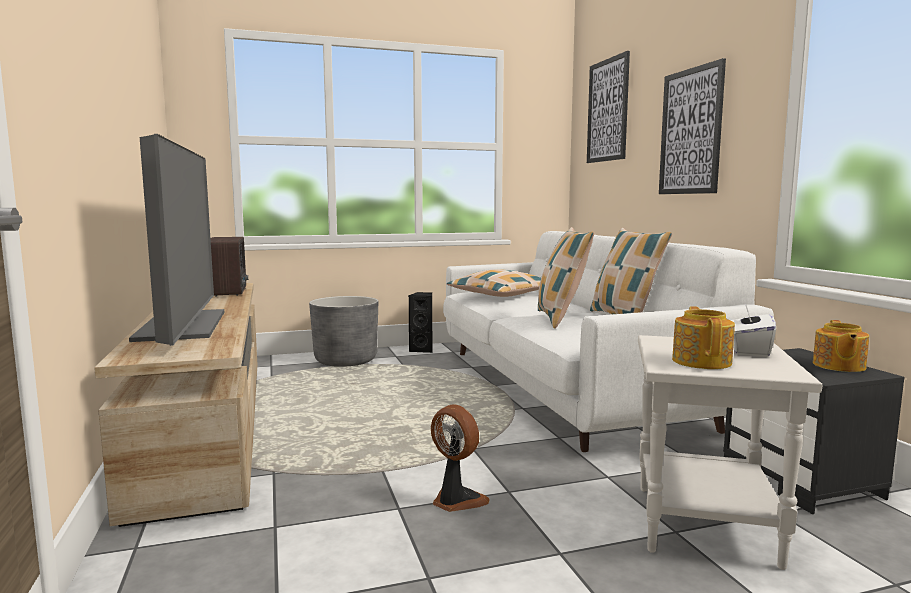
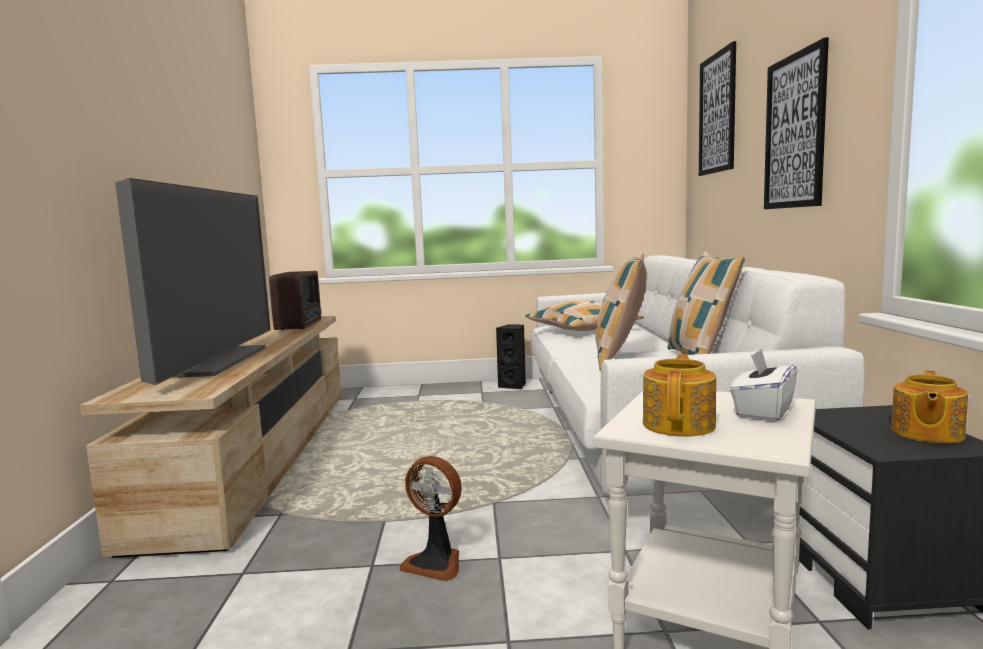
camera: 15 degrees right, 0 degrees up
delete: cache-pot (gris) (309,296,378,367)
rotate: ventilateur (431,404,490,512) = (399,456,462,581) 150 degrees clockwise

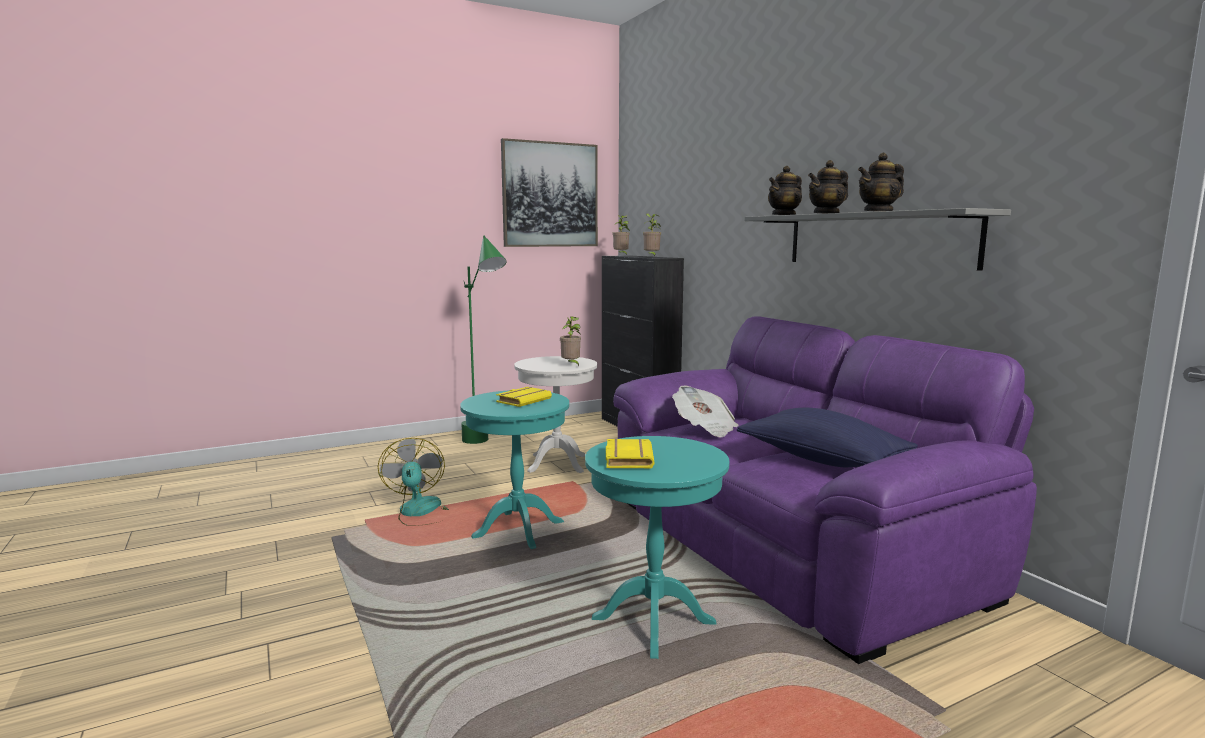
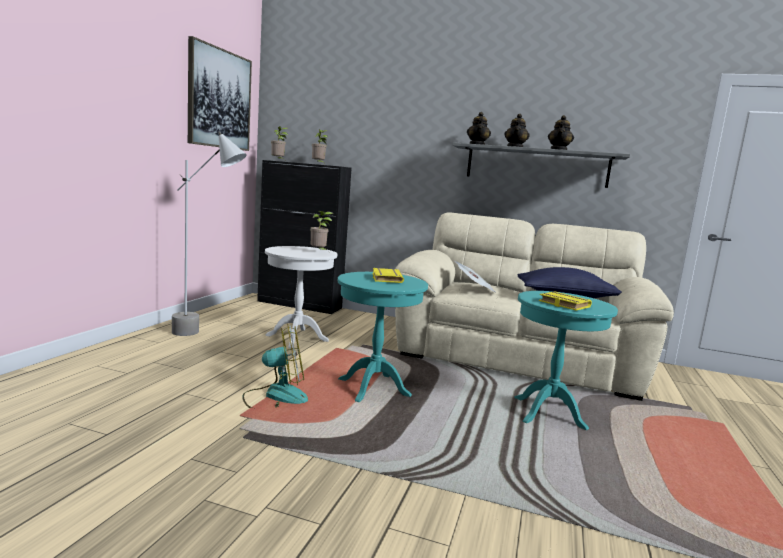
camera: 45 degrees left, 0 degrees up
recolor: lampadaire (vert) (462,236,506,444) to lampadaire (gris) (172,131,247,336); canapé (violet) (613,316,1037,664) to canapé (beige) (395,212,674,401)
rotate: ventilateur (378,438,449,526) = (242,324,308,408) 135 degrees clockwise

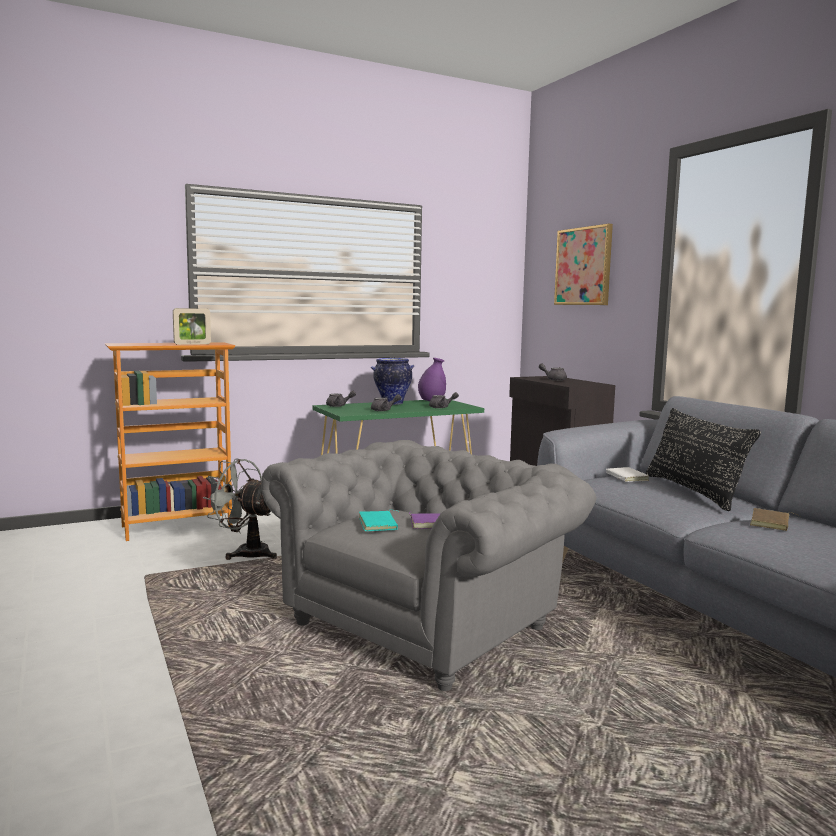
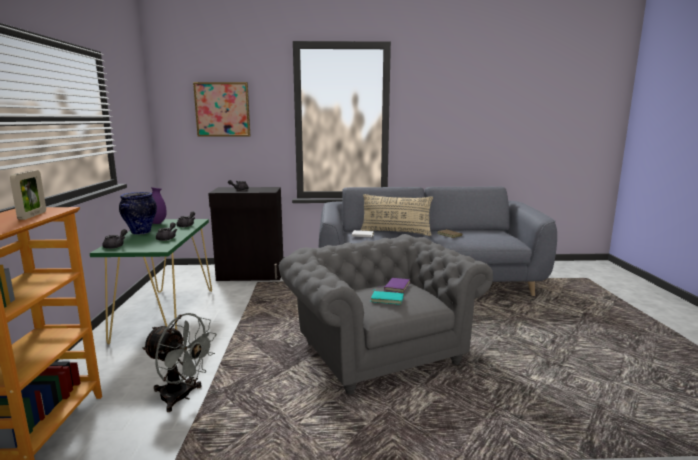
camera: 65 degrees left, 5 degrees up
recolor: coussin (noir) (646,408,761,511) to coussin (beige) (360,194,433,236)
rotate: ventilateur (gris) (203,459,277,560) = (142,313,217,412) 120 degrees counterclockwise

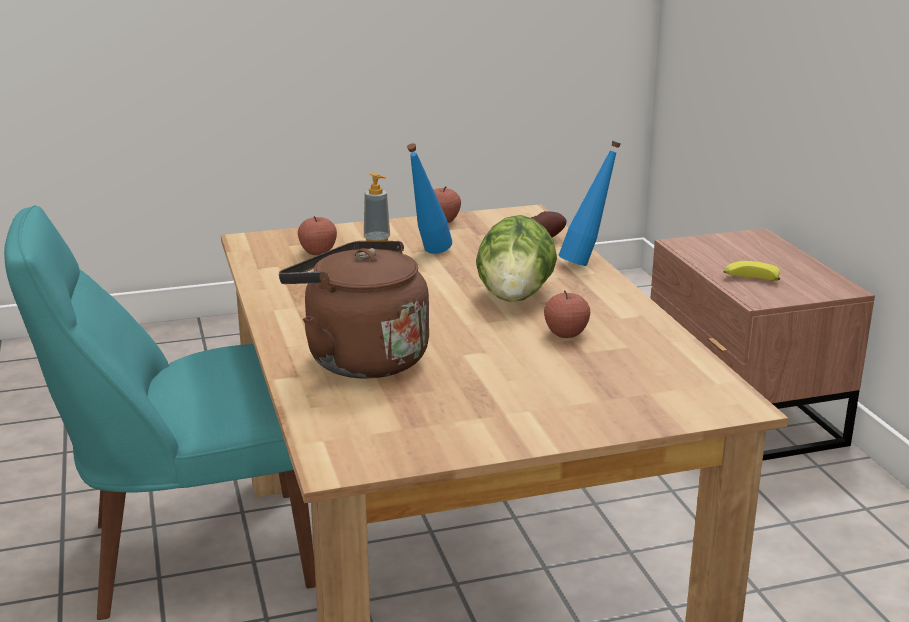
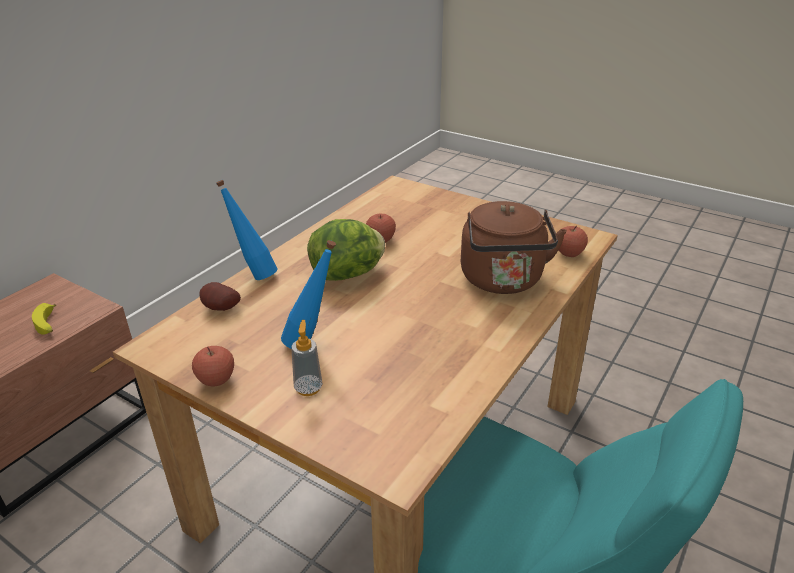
camera: 130 degrees left, 10 degrees up
move: pomme (298,216,337,255) to (559,226,588,257)

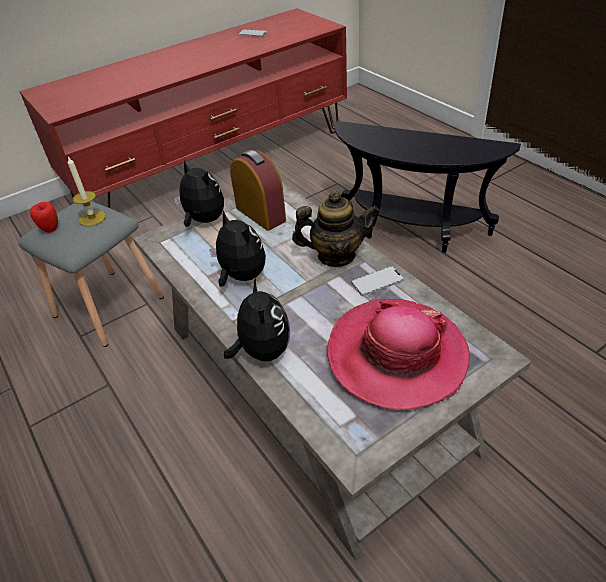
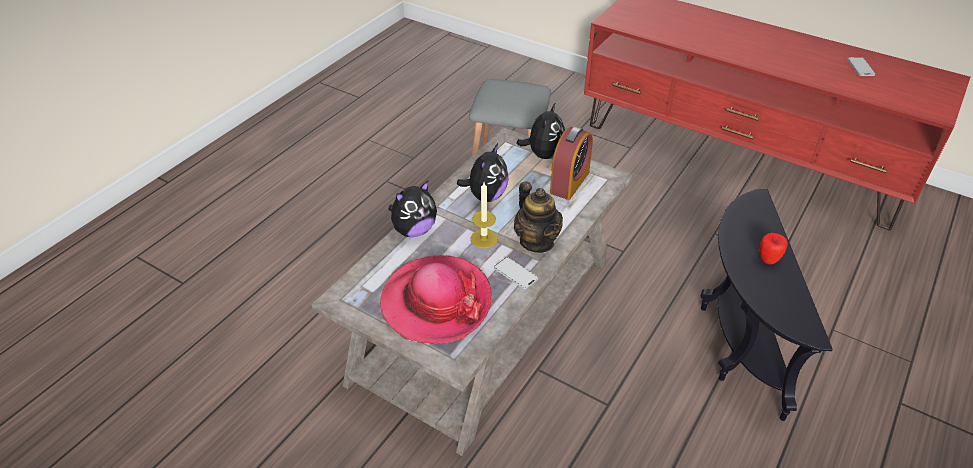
camera: 65 degrees right, 0 degrees up
move: bougie (68,156,106,226) to (470,182,498,248); pomme (30,202,58,233) to (760,233,788,264)

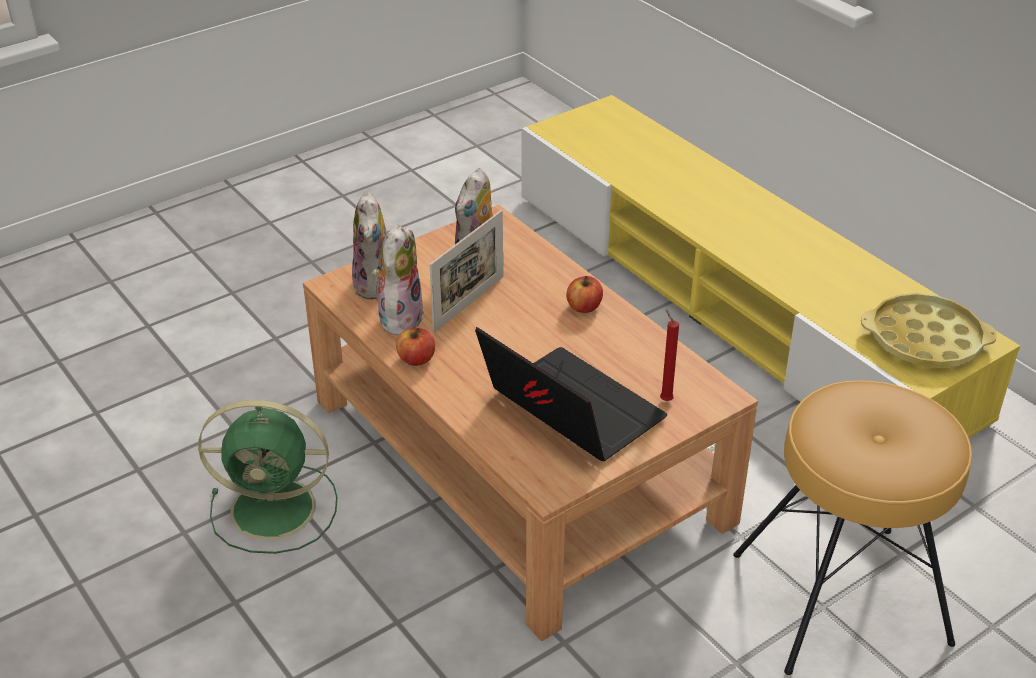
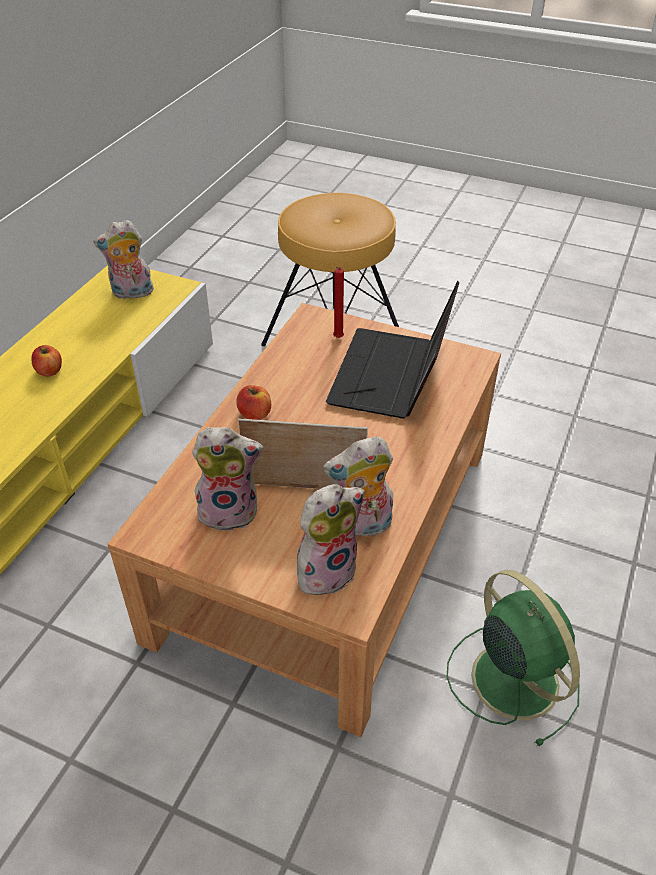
camera: 120 degrees left, 5 degrees up
move: pomme (396,328,435,366) to (31,345,62,377)
replace: plateau (jaune) (861,293,997,368) to peluche (93,220,154,299)

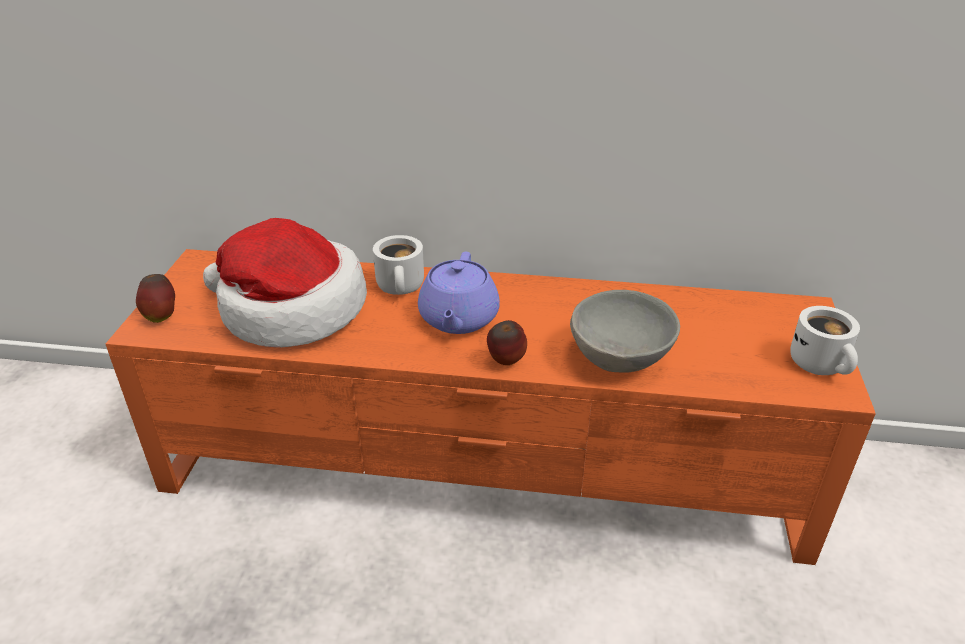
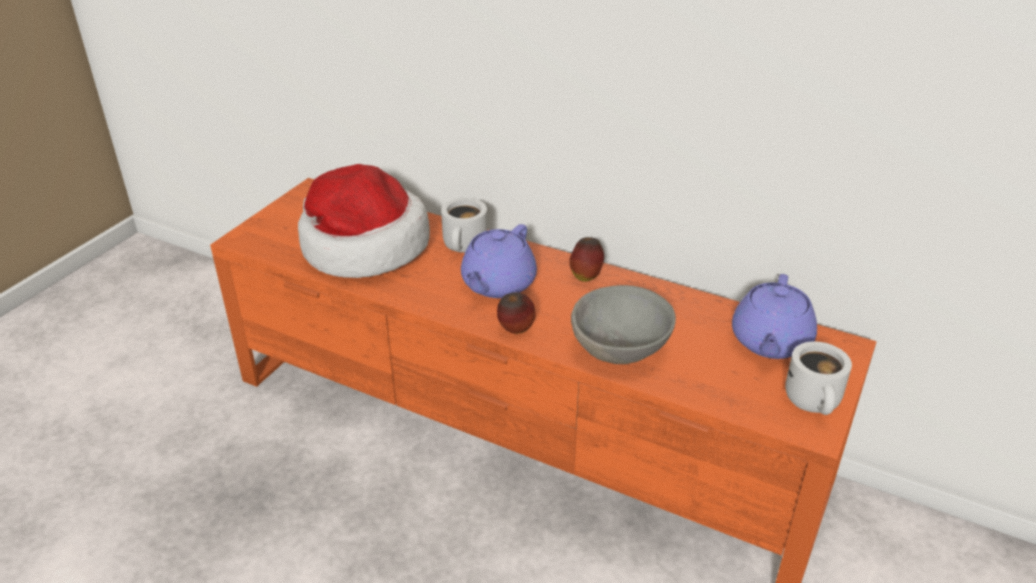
camera: 20 degrees right, 0 degrees up
insert: théière (violet) (732,274,817,359)
move: pomme (136,274,175,323) to (569,237,604,282)

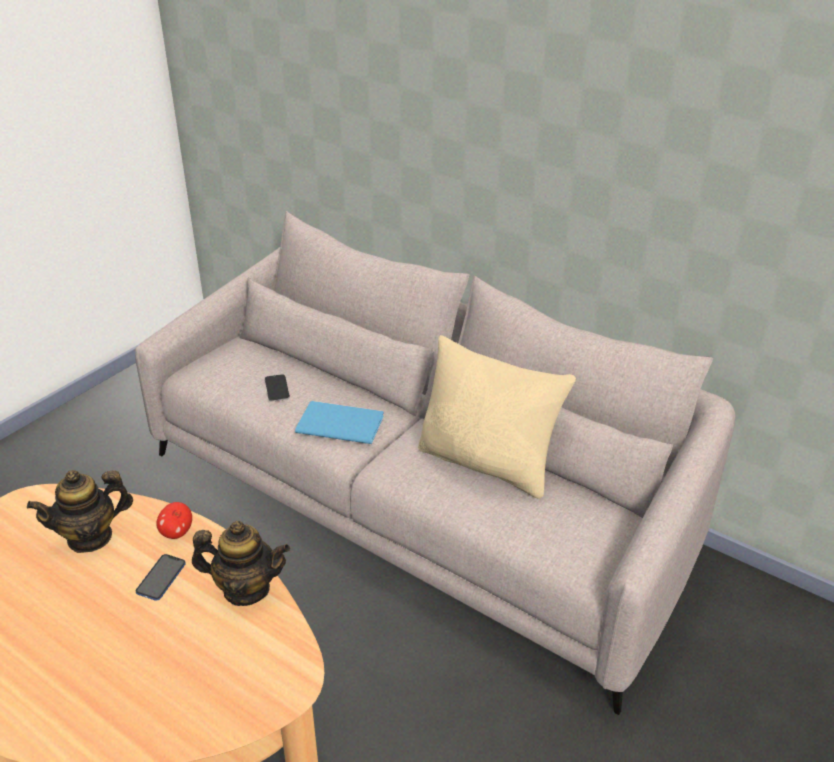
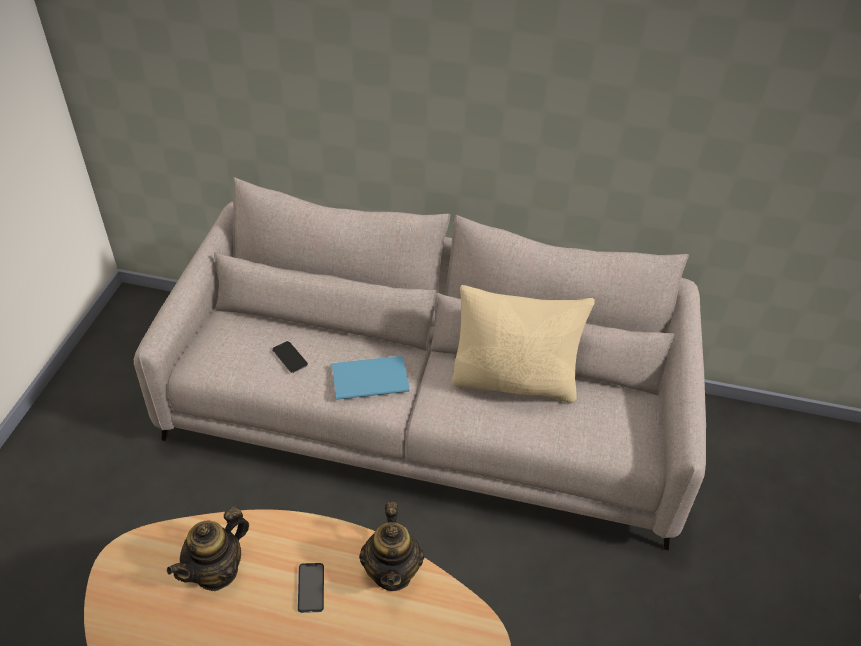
camera: 25 degrees left, 10 degrees up
delete: pomme (156,502,192,539)
rotate: théière (192,521,290,606) = (359,502,424,591) 105 degrees clockwise

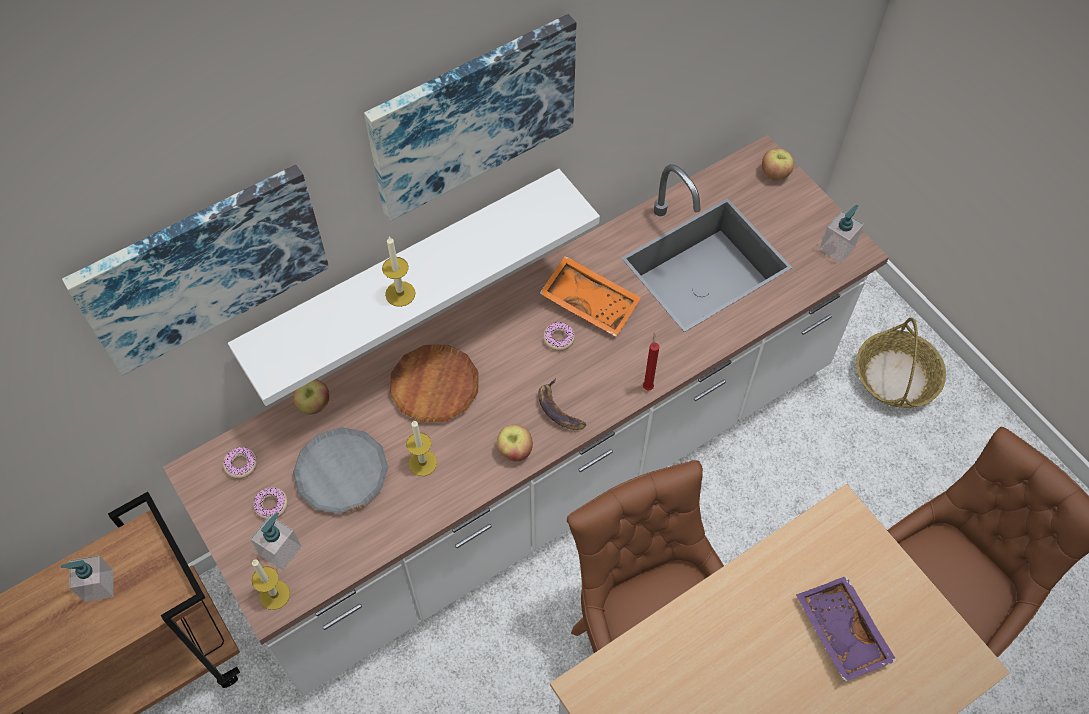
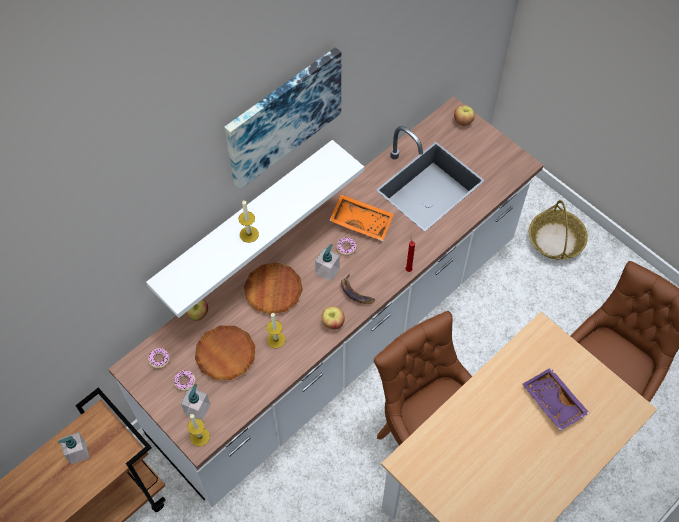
camera: 10 degrees left, 0 degrees up
delete: tableau (62,165,329,375)
move: distributeur de savon (820,205,864,263) to (315,244,340,282)
recolor: assiette (gris) (293,427,388,514) to assiette (marron) (195,326,255,380)

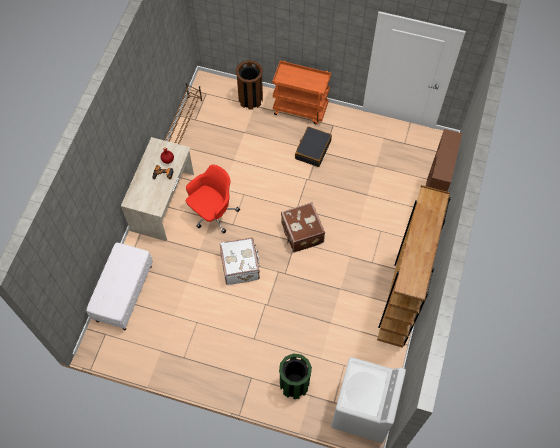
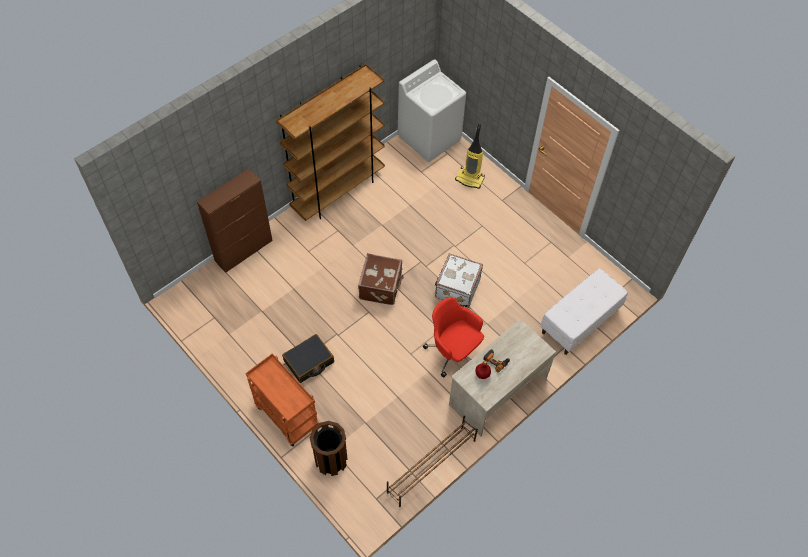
camera: 150 degrees left, 5 degrees down
replace: poubelle (vert) (279,353,312,399) to aspirateur (455,123,485,189)
rotate: chaise de bureau (rouge) (186,164,240,233) = (423,297,484,378) 60 degrees clockwise

